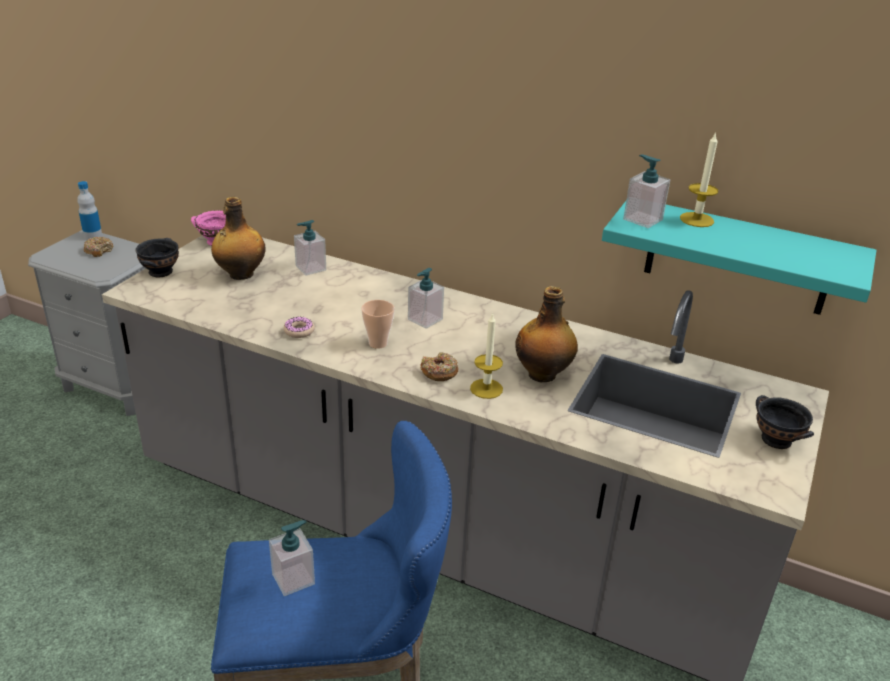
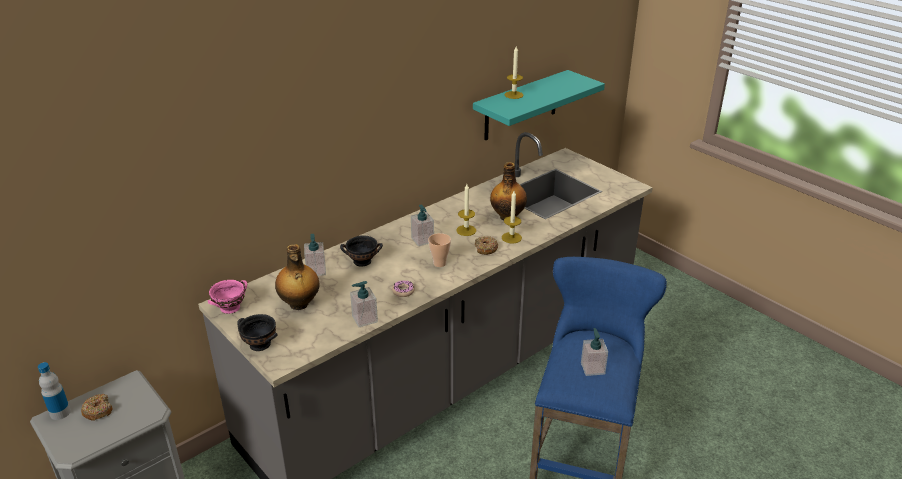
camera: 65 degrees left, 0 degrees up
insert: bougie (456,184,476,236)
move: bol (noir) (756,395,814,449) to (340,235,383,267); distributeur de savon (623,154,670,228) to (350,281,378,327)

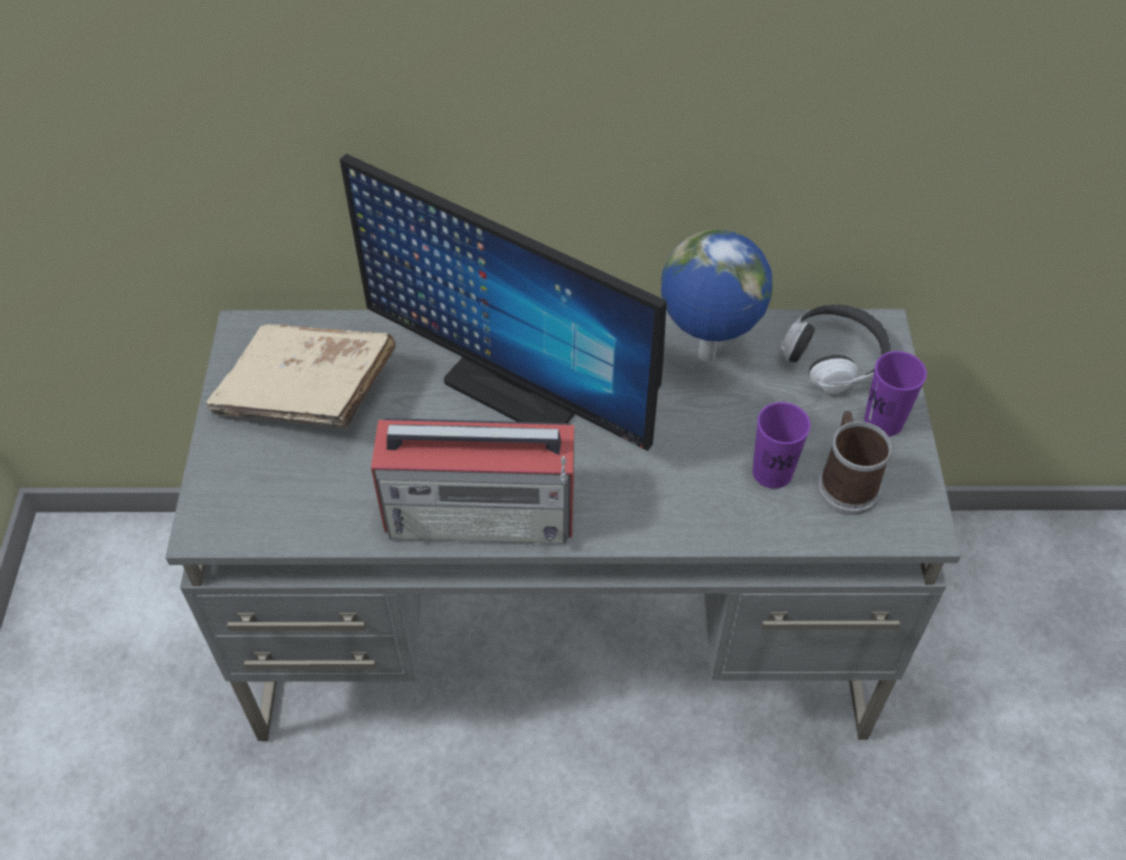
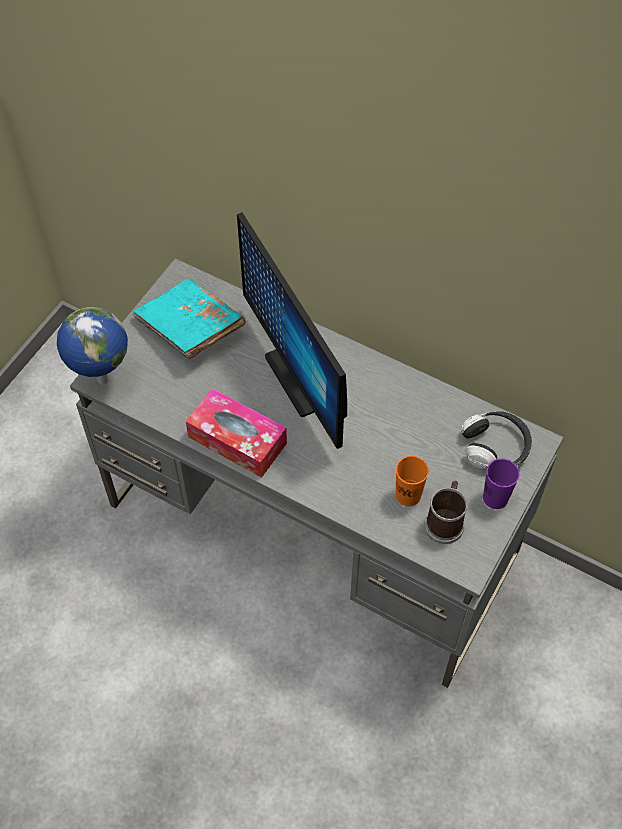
camera: 30 degrees right, 5 degrees up
move: globe (661,229,773,363) to (57,307,128,385)
replace: radio (371,418,575,544) to boîte à mouchoirs (186,388,287,478)
recolor: livre (beige) (206,324,396,428) to livre (turquoise) (132,279,246,360); tasse (violet) (752,402,811,489) to tasse (orange) (396,456,429,506)

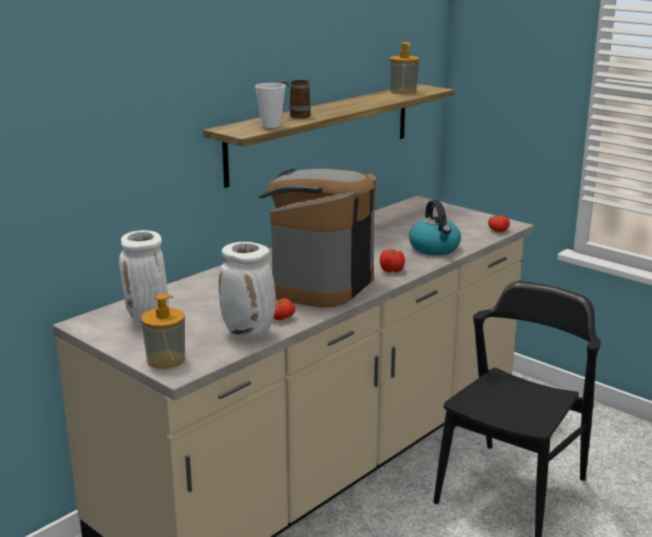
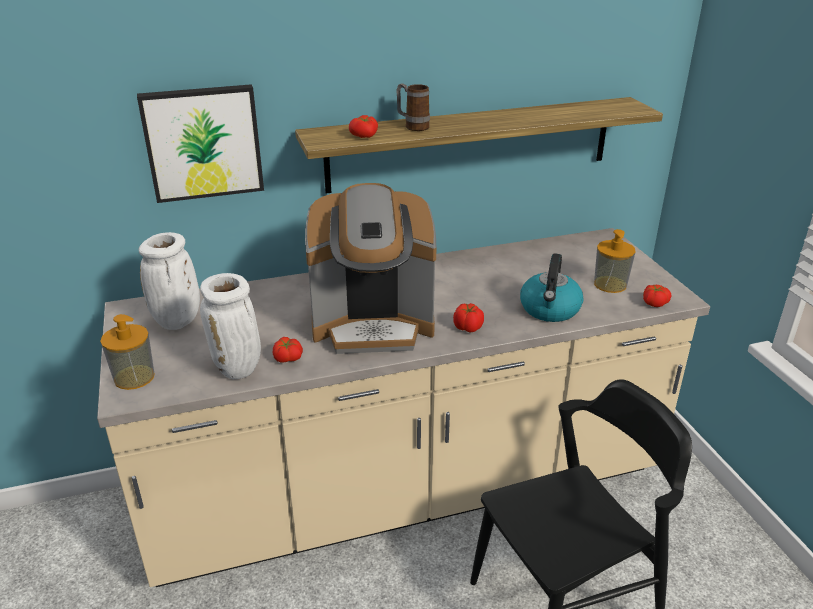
camera: 30 degrees right, 10 degrees up
insert: tableau (137,84,264,203)
move: distributeur de savon (390,42,419,94) to (594,229,636,293)
replace: tasse (255,83,286,128) to tomate (349,115,378,138)
rotate: machine à café (259,169,376,307) = (305,183,436,354) 150 degrees counterclockwise

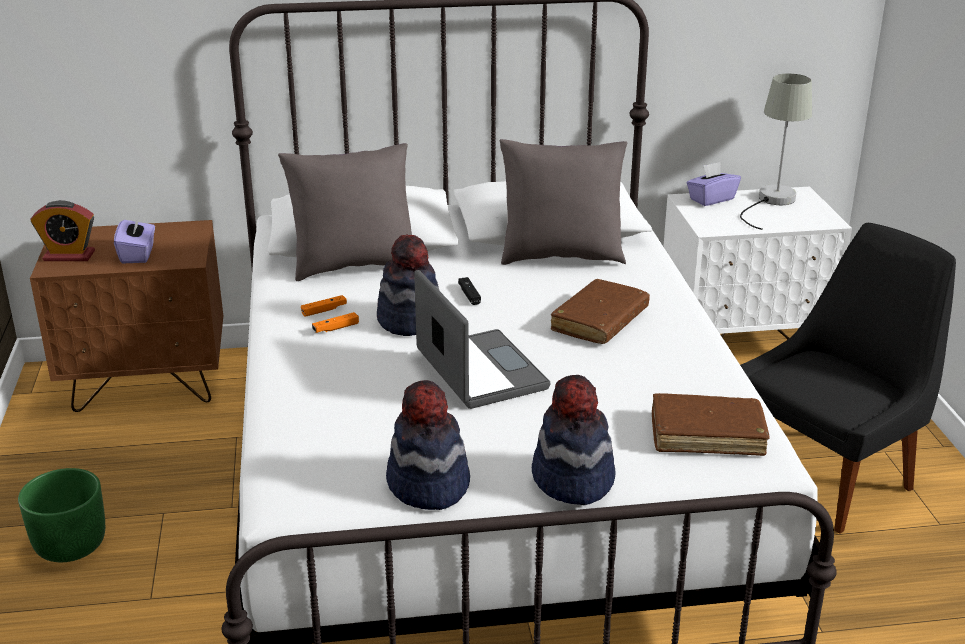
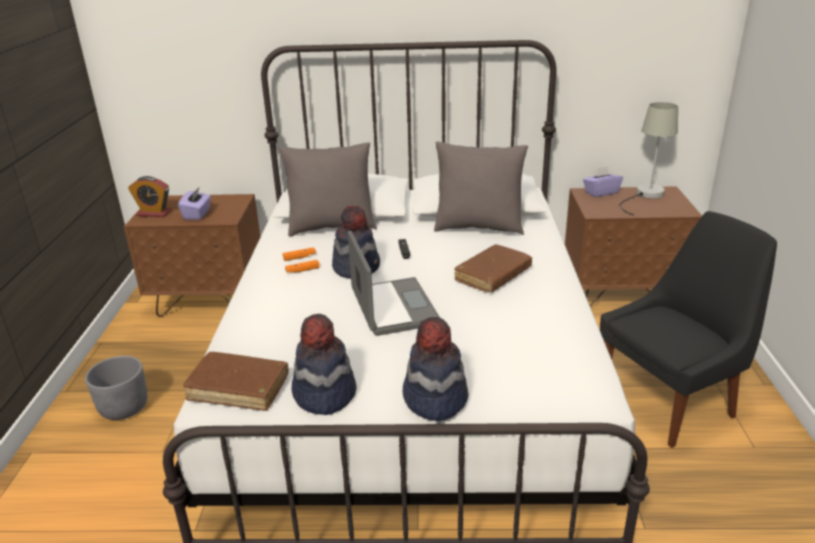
camera: 10 degrees right, 0 degrees up
move: livre (marron) (652,393,770,456) to (183,352,289,411)
recolor: cache-pot (vert) (18,468,105,562) to cache-pot (gris) (85,356,147,420); table de chevet (blanc) (663,187,852,339) to table de chevet (marron) (565,186,702,307)

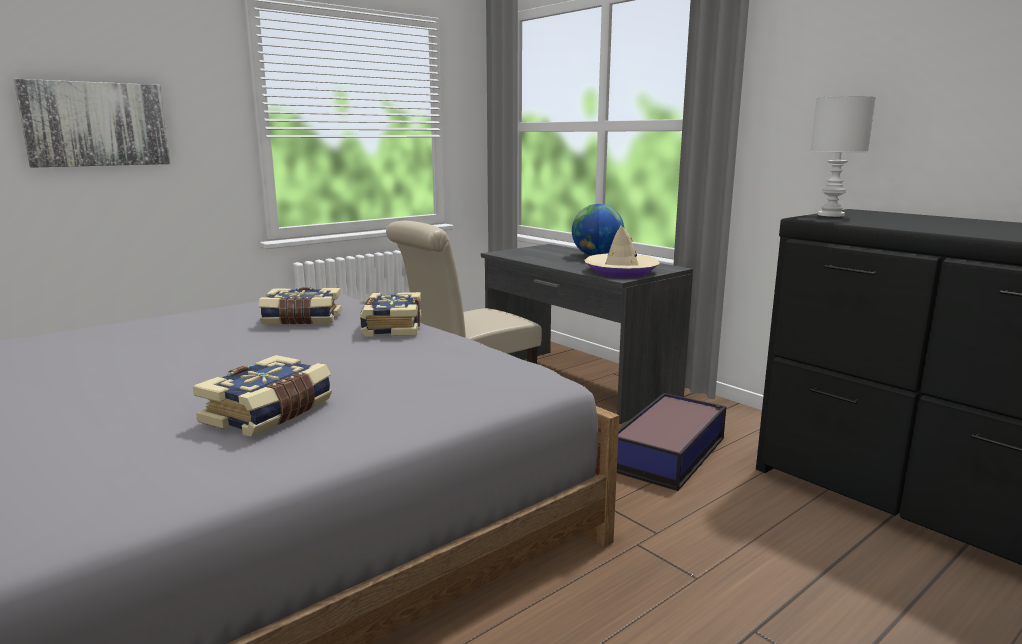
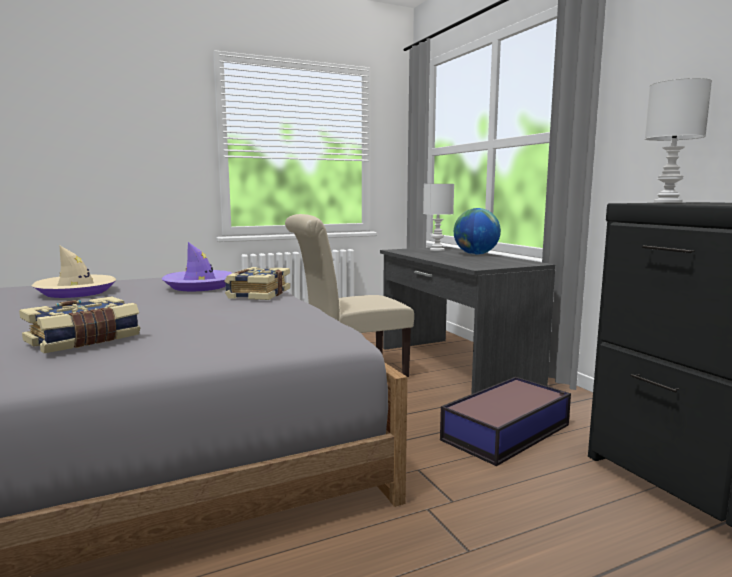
camera: 15 degrees right, 5 degrees down
delete: tableau (14,79,171,168)
insert: lampe de table (blanc) (423,184,454,251)
move: chapeau (beige) (584,225,660,277) to (32,245,116,298)
replace: livre (259,287,342,325) to chapeau (violet) (162,242,232,291)

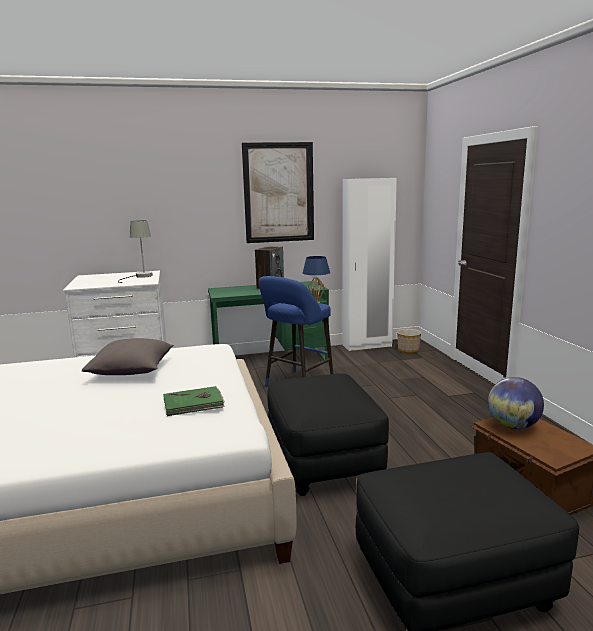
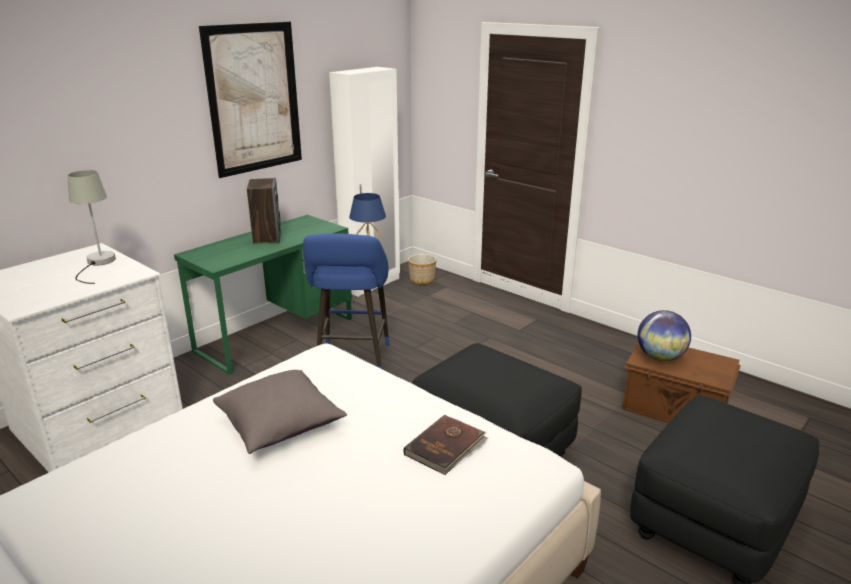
camera: 35 degrees left, 10 degrees up
recolor: livre (vert) (163,386,225,416) to livre (marron) (404,415,488,475)

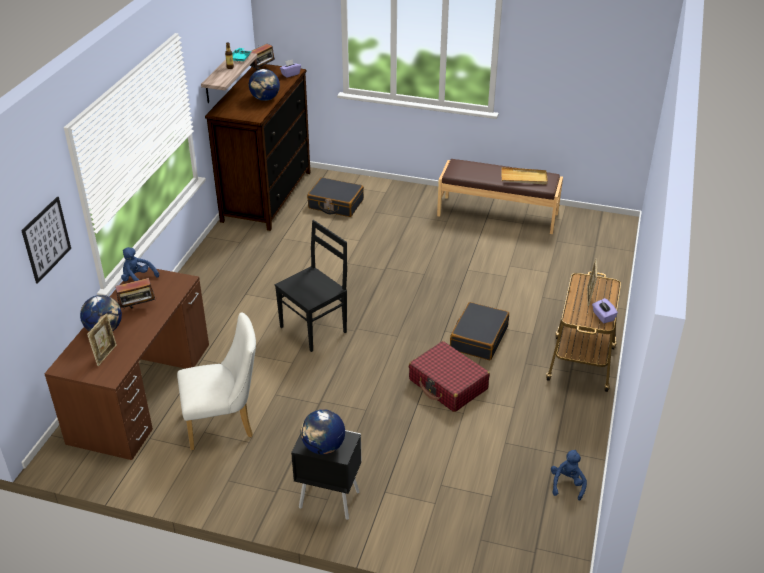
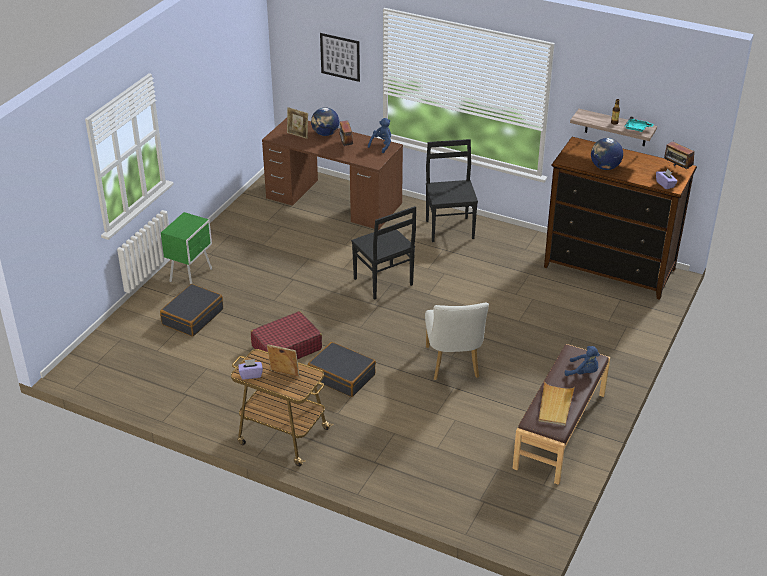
camera: 100 degrees right, 0 degrees up
delete: globe (301,409,345,455)
insert: chaise (noir) (426,139,478,242)
move: valise (noir) (307,177,364,217) to (160,284,223,337); chaise (blanc) (177,312,256,450) to (425,303,489,380); peluche (bleu) (551,450,587,501) to (565,346,600,376)
recolor: table de chevet (noir) (291,430,361,520) to table de chevet (vert) (161,212,212,284)

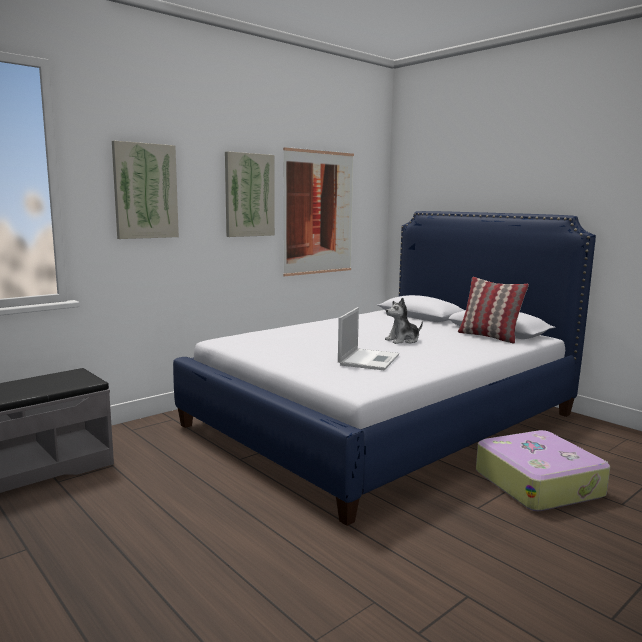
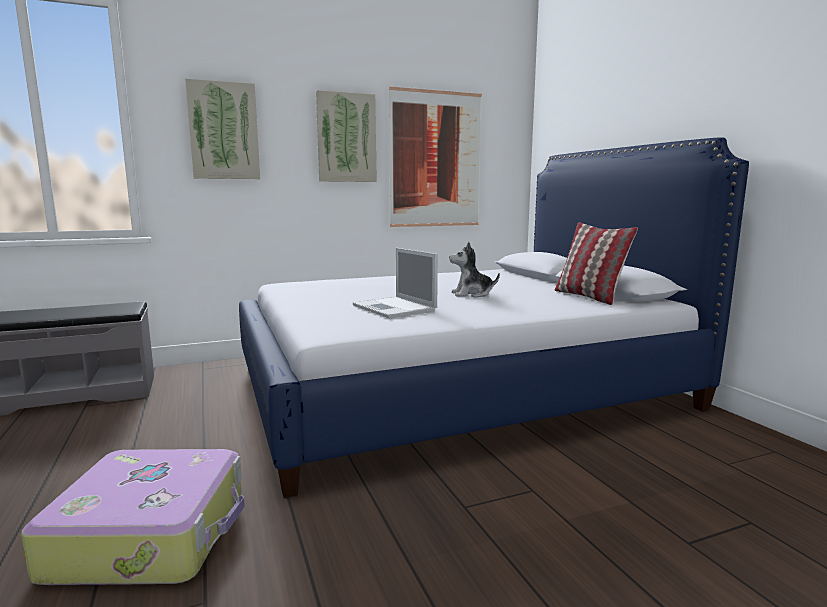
camera: 20 degrees right, 0 degrees up
move: valise (476,430,610,511) to (21,449,245,585)
rotate: ordinateur portable (338,307,399,370) = (353,248,438,318) 105 degrees clockwise

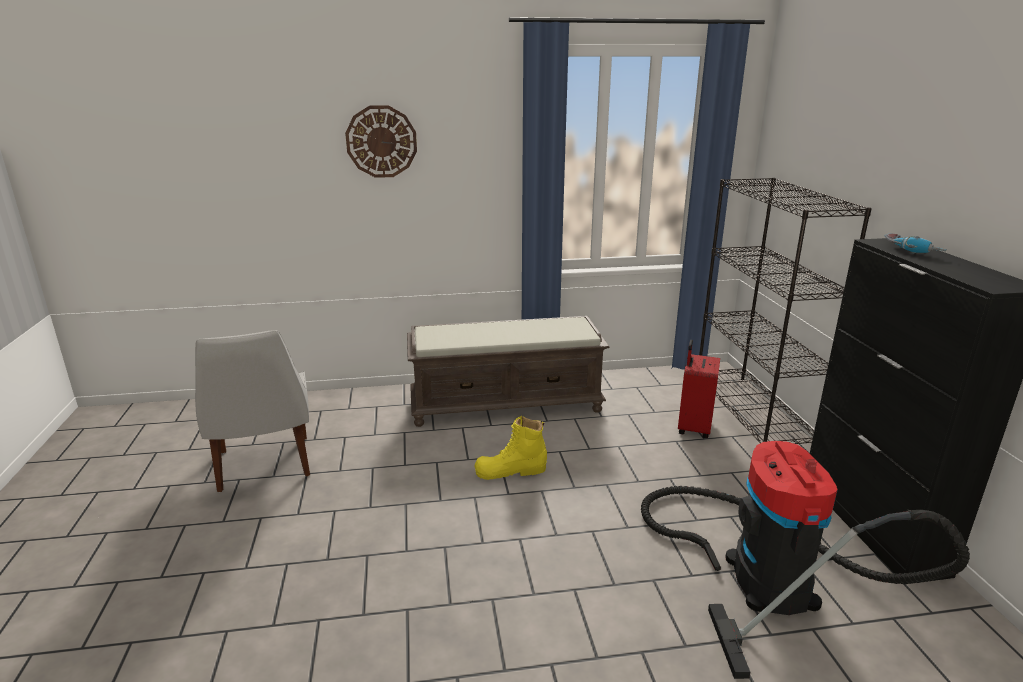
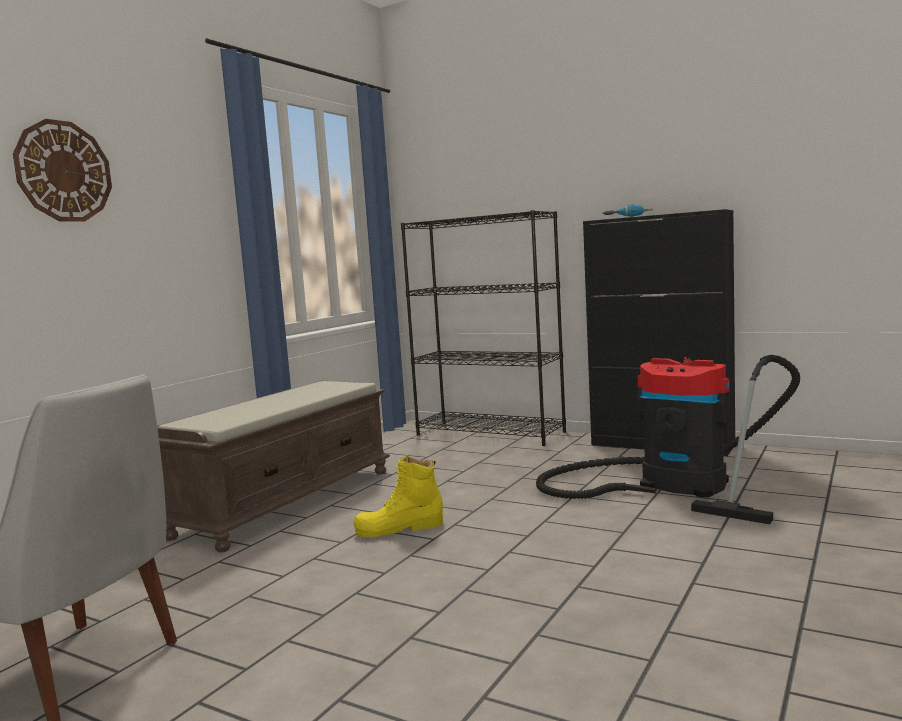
camera: 50 degrees left, 15 degrees down
delete: valise (rouge) (678,340,720,438)
rotate: botte (jaune) (475,416,547,480) = (354,456,443,538) 45 degrees clockwise

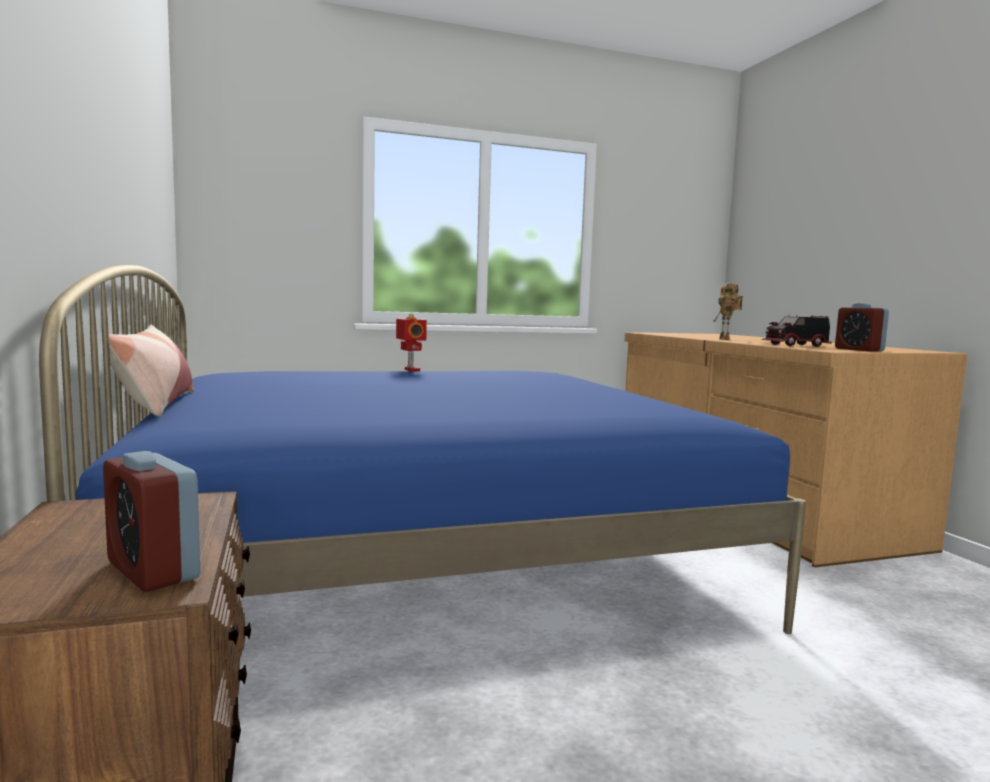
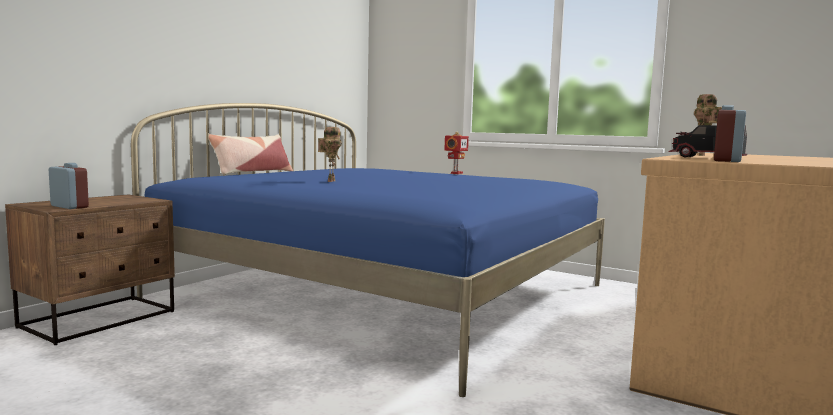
camera: 50 degrees right, 0 degrees up
insert: robot jouet (318,127,342,182)
rotate: réveil (103,451,200,592) = (49,163,89,209) 120 degrees clockwise

